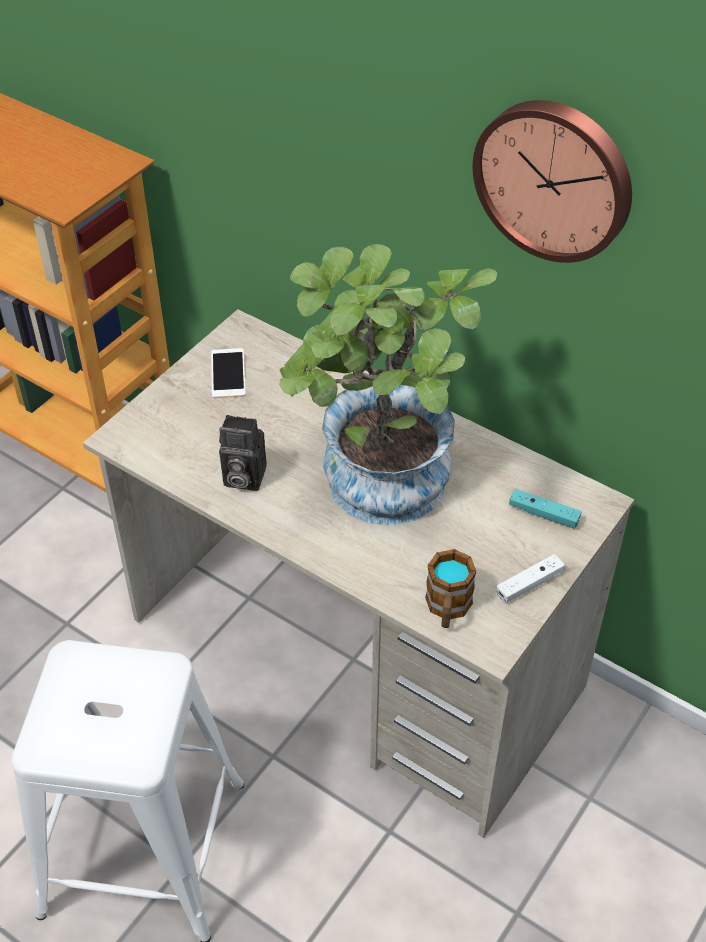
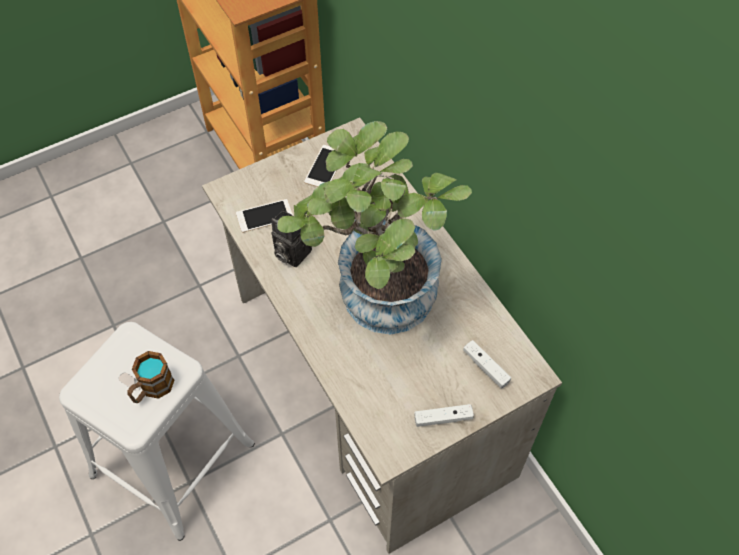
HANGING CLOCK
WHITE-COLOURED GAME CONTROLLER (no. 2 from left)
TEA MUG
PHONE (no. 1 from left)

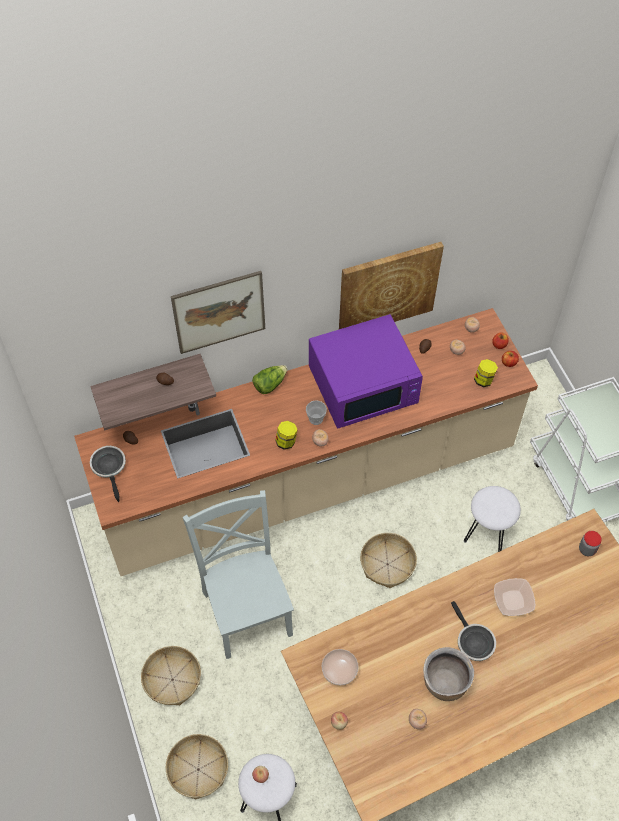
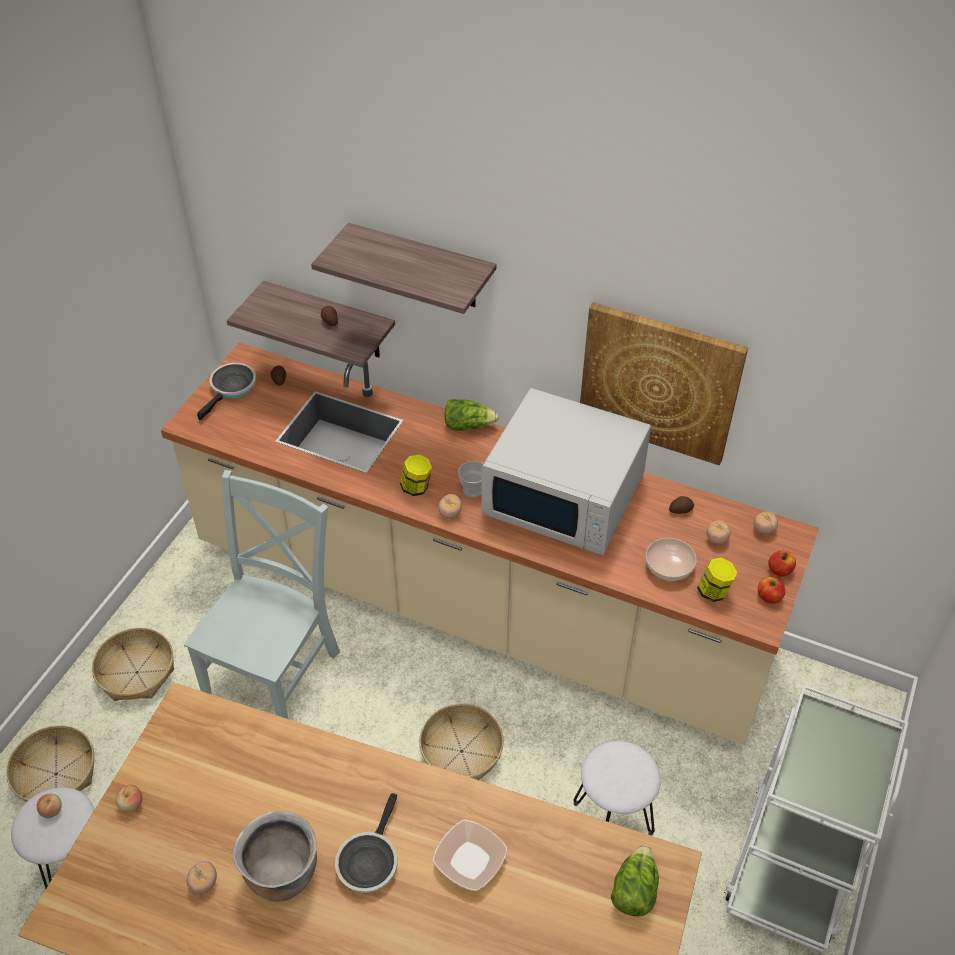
WALL SHELF (no. 2 from left)
WHITE-COLOURED MICROWAVE OVEN
LETTUCE HEAD (no. 2 from left)
SERVING BOWL (no. 2 from left)

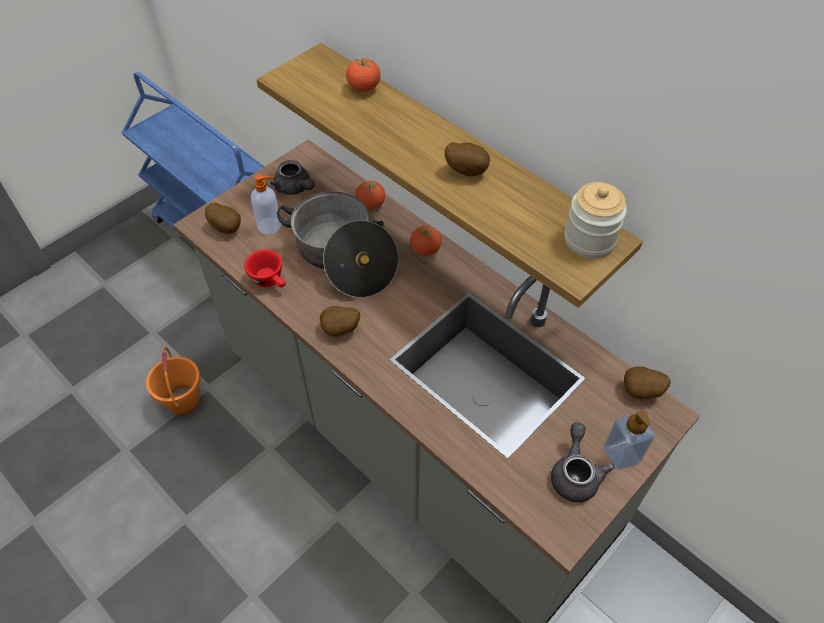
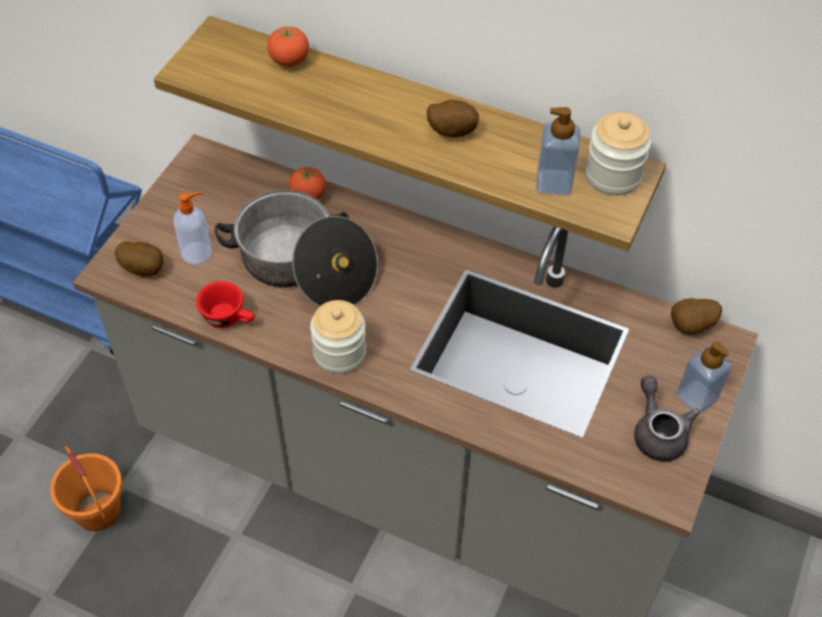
GREY TEA POT (no. 1 from left in the first image)
WHOLE TOMATO (no. 3 from left in the first image)
JAR (no. 1 from left)
LIQUID SOAP BOTTLE (no. 2 from left)

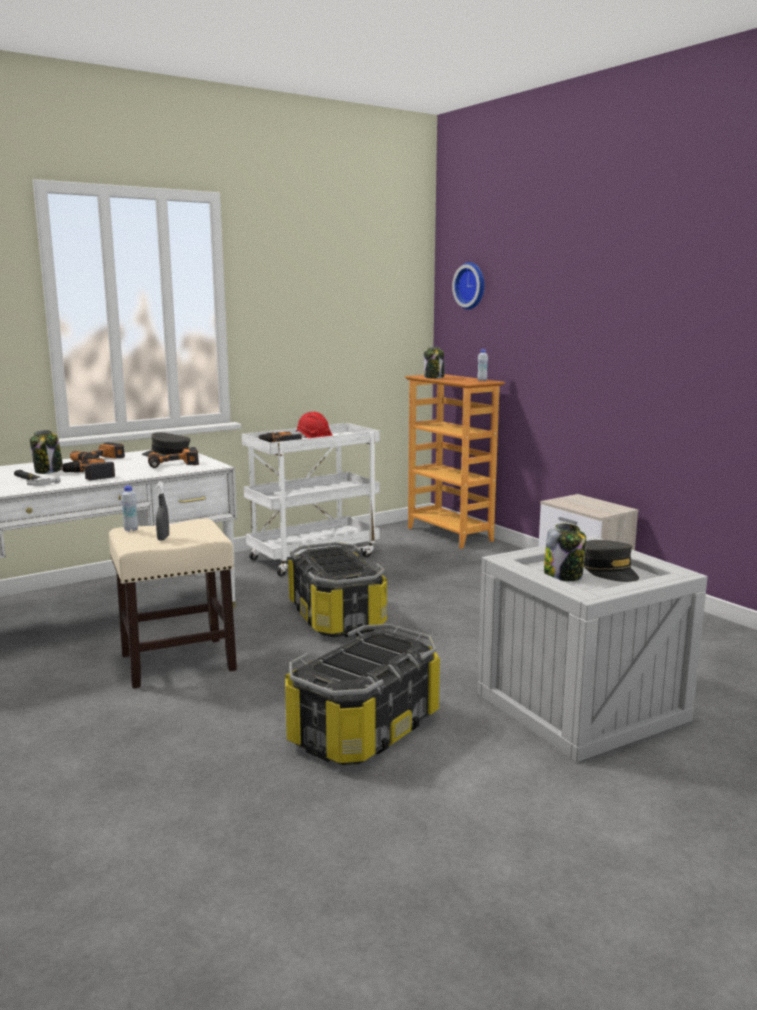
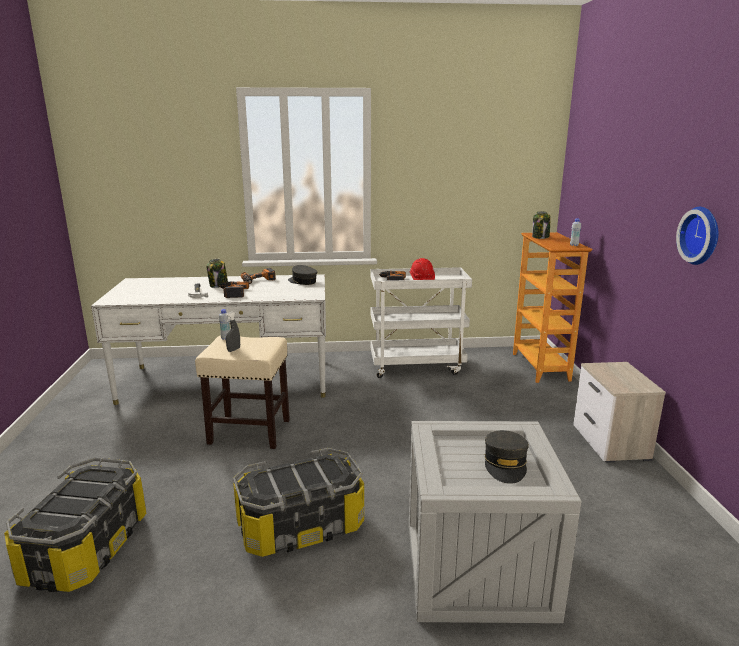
HANGING CLOCK
DRILL (no. 3 from left in the first image)
JAR (no. 3 from left in the first image)
STORAGE BOX (no. 1 from left)

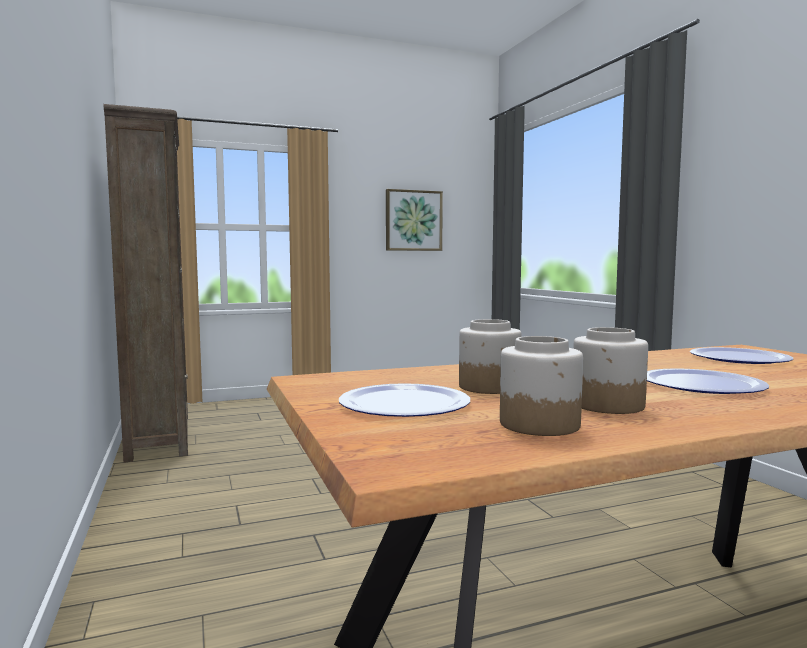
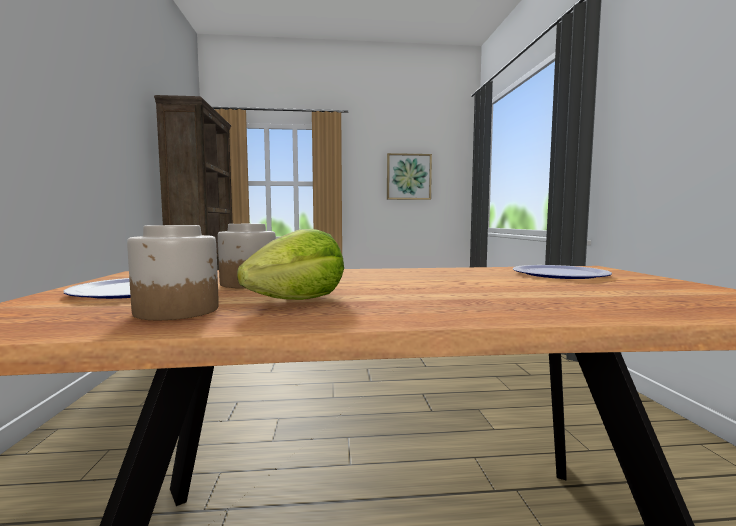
LETTUCE HEAD
DINNER PLATE (no. 2 from left in the first image)

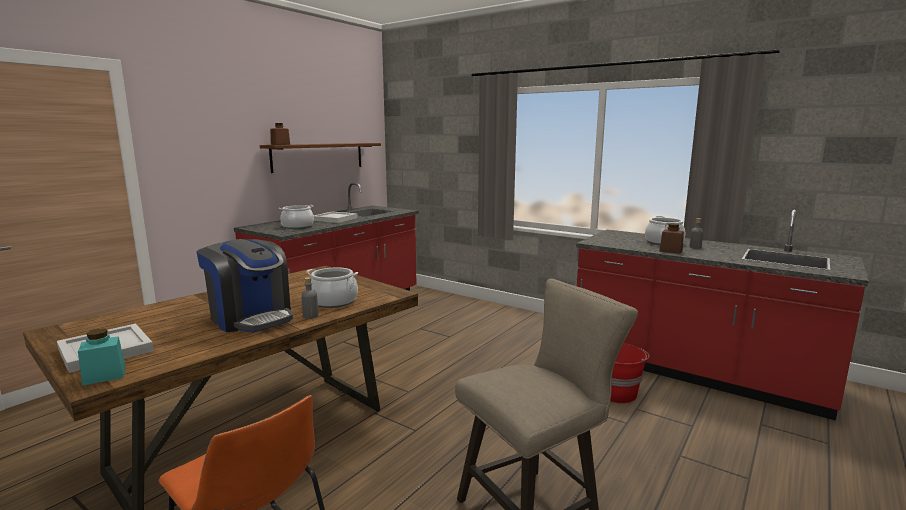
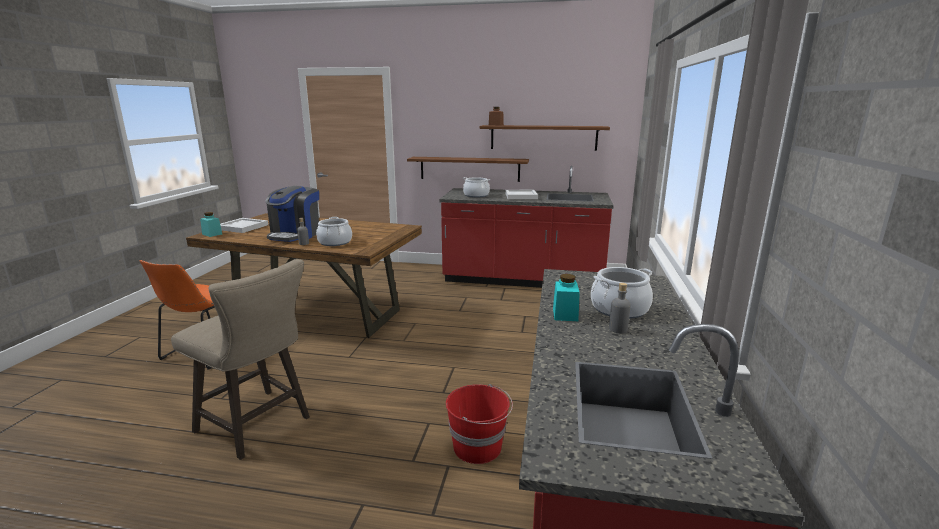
TURQUOISE-COLOURED JAR (no. 2 from left)
BROWN WALL SHELF (no. 1 from left)

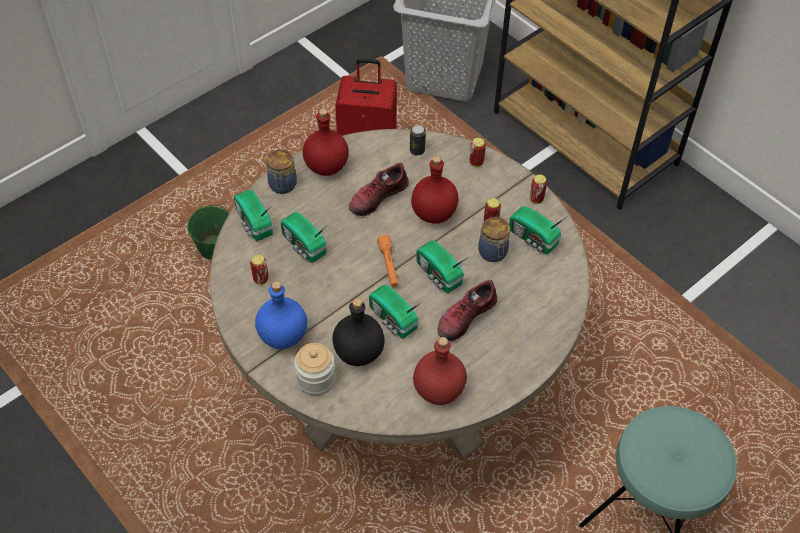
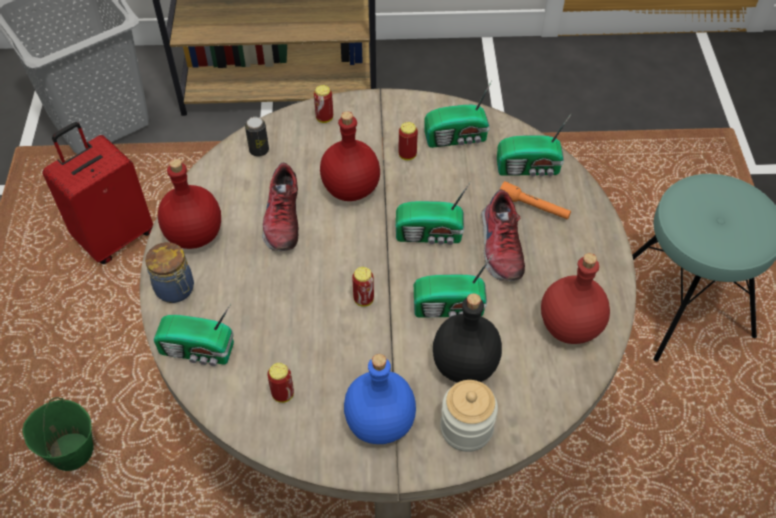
CAN (no. 4 from left)
RADIO SET (no. 5 from left)
JAR (no. 3 from left in the first image)
ORANGEY HAND TORCH

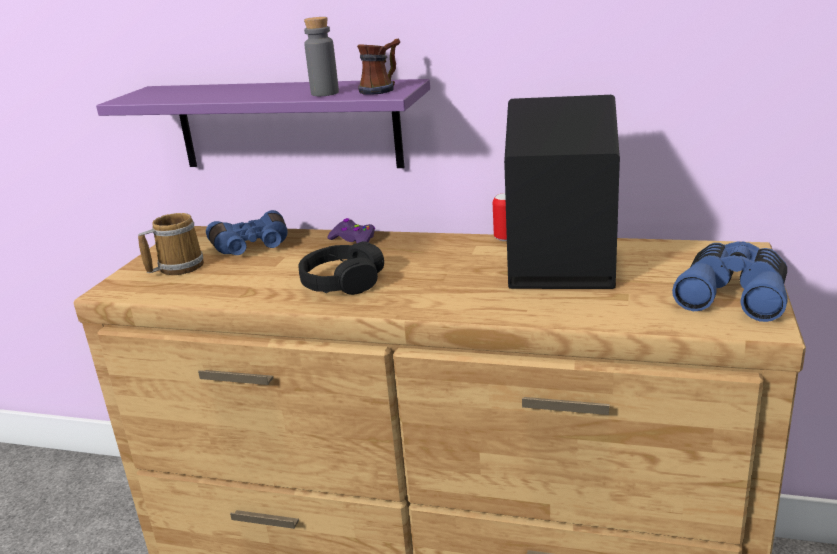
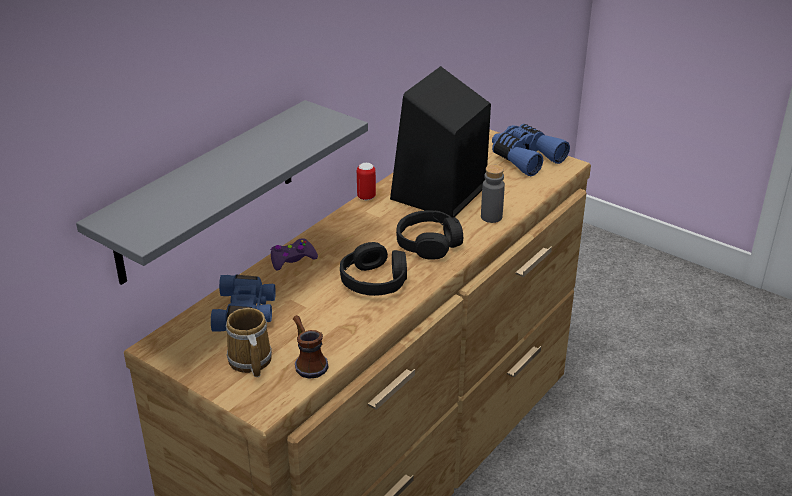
GREY DRINK BOTTLE
TEA MUG (no. 2 from left)
GREY WALL SHELF
BLACK PAIR OF HEADPHONES (no. 2 from left)

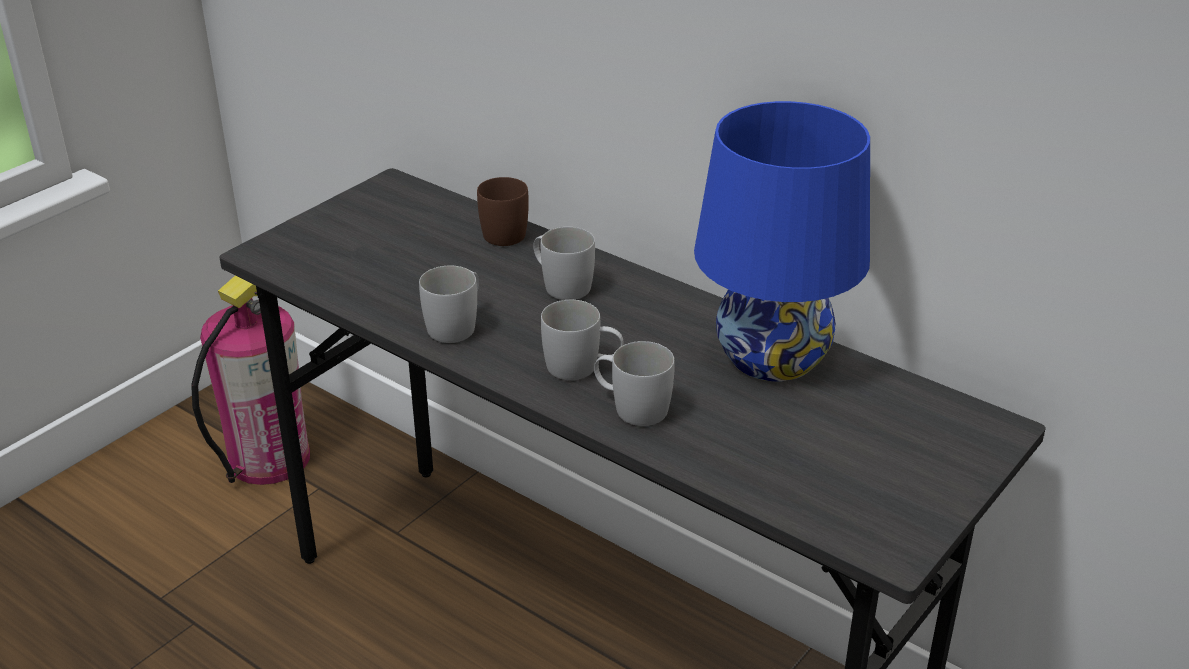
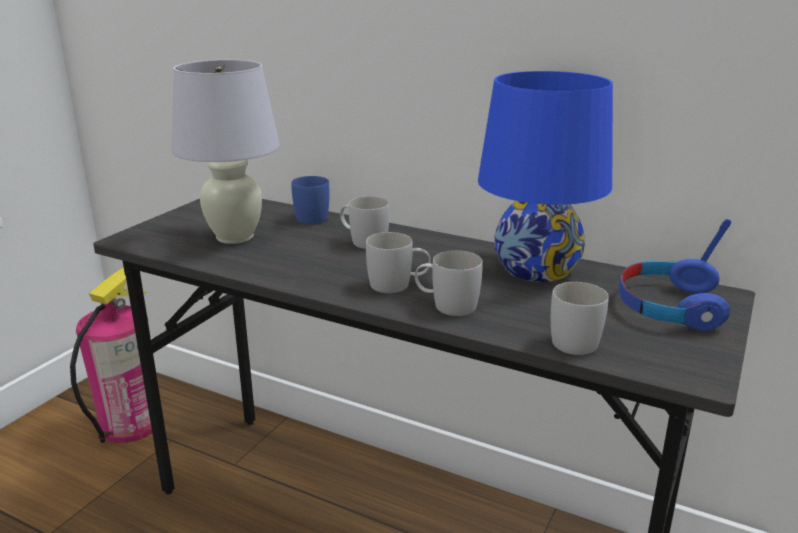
BLUE TEA MUG
WHITE-COLOURED TEA MUG (no. 4 from left)
WHITE-COLOURED TABLETOP LAMP
BLUE PAIR OF HEADPHONES

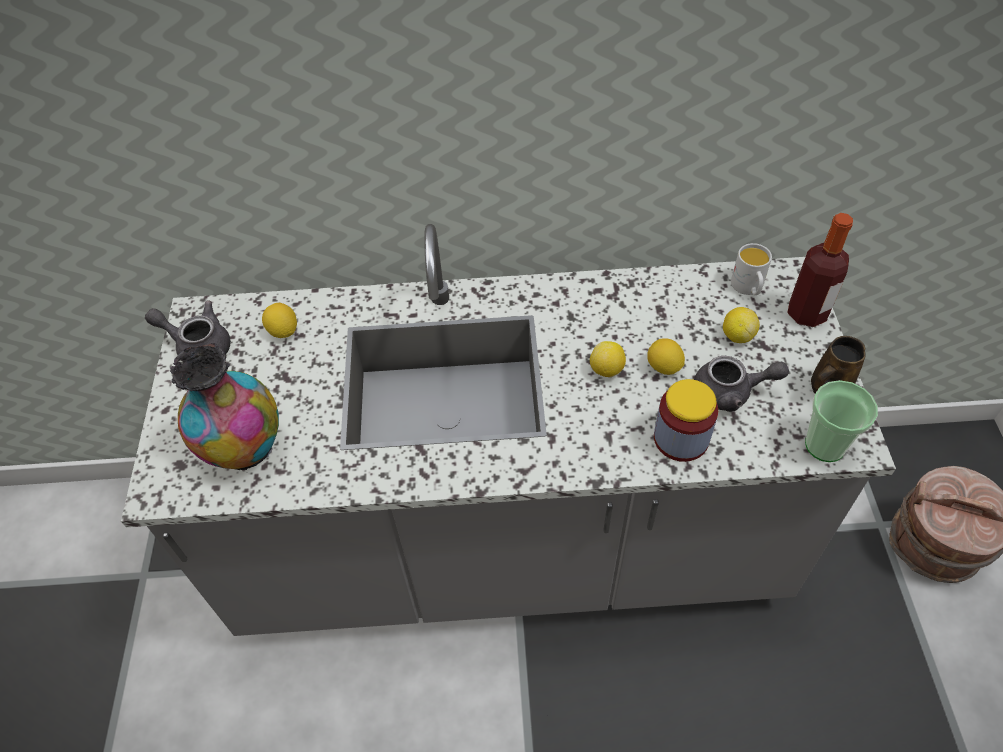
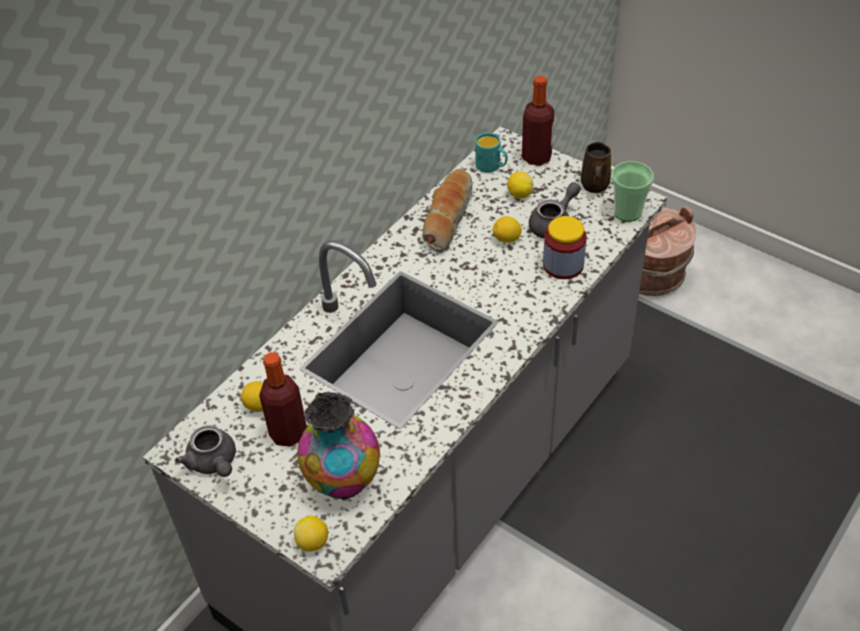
TURQUOISE-COLOURED TEA MUG
GREY TEA POT (no. 1 from left)
WHOLE LEMON (no. 2 from left)
BREAD
DRINK BOTTLE (no. 1 from left)

